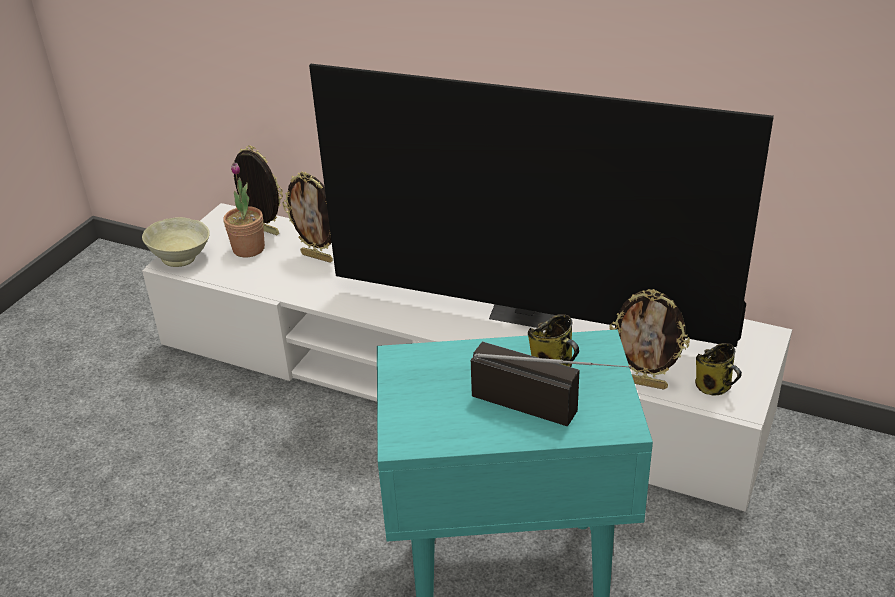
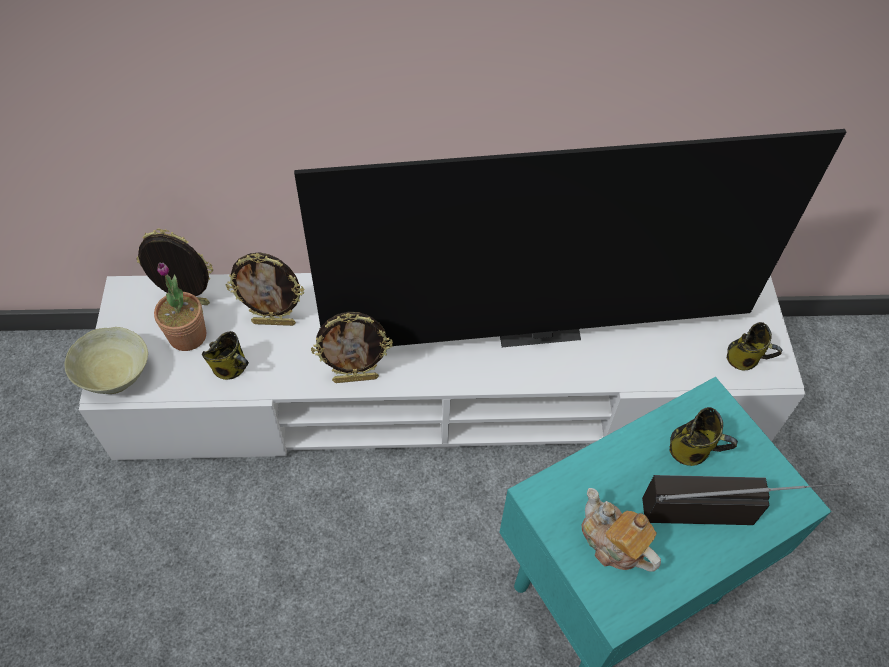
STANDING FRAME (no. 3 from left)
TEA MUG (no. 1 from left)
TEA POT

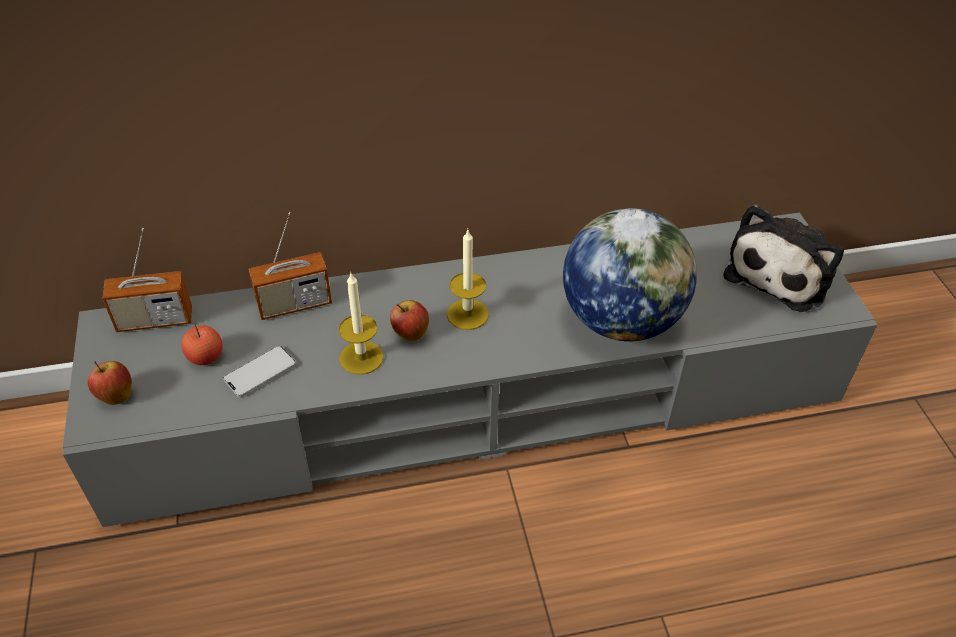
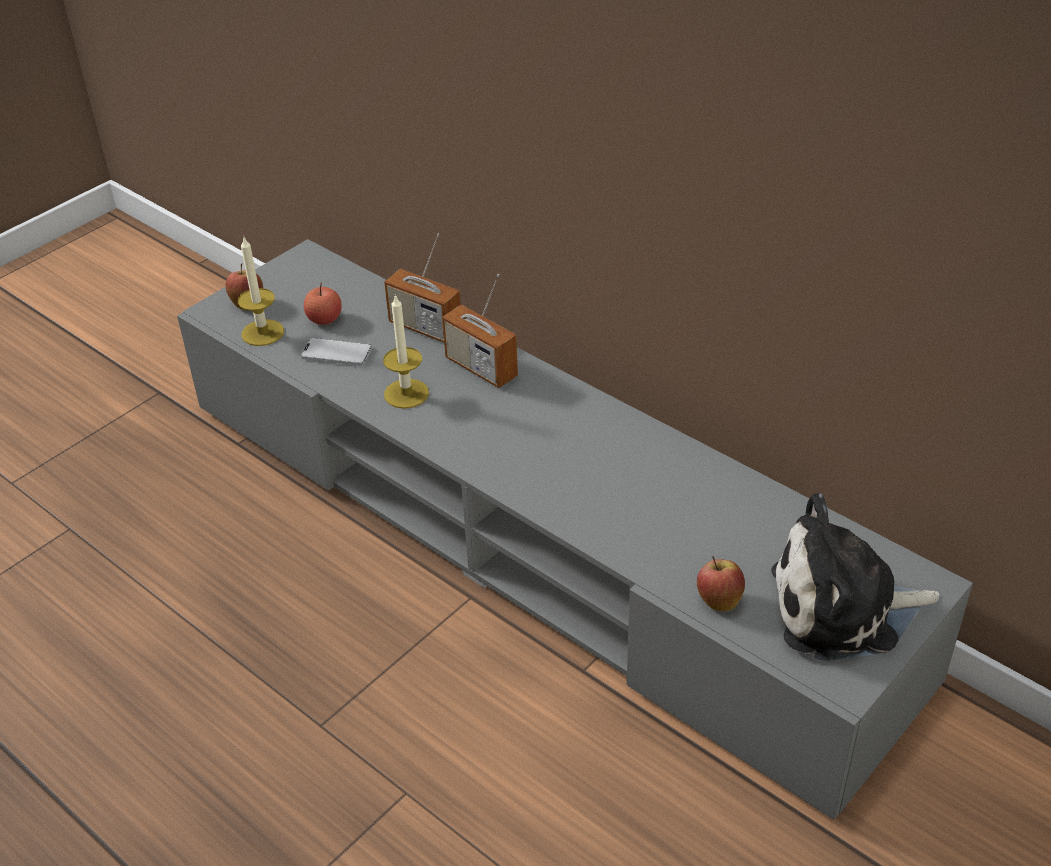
WORLD GLOBE
RADIO SET (no. 2 from left)
WAX CANDLE (no. 1 from left)
WHOLE APPLE (no. 3 from left)

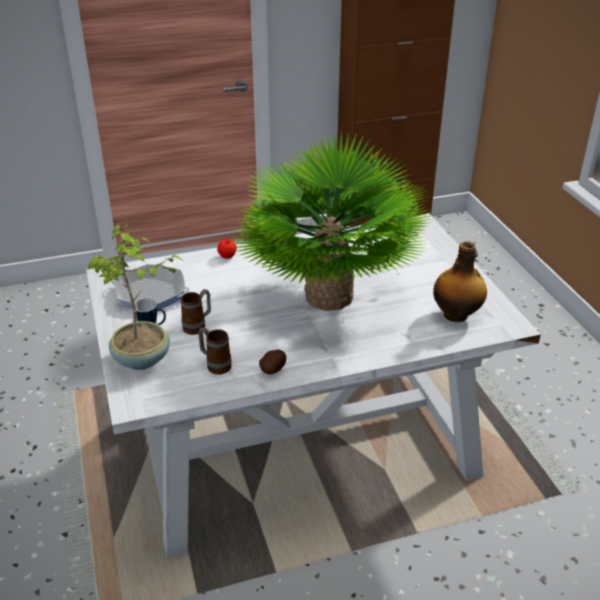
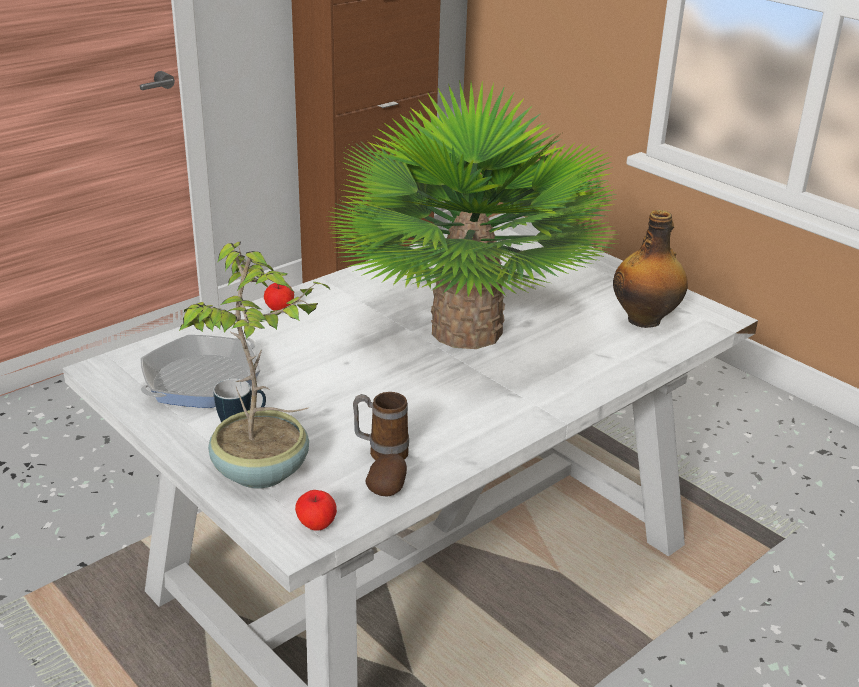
PAN
TEA MUG (no. 2 from left in the first image)
POTATO
WHOLE APPLE (no. 2 from left)

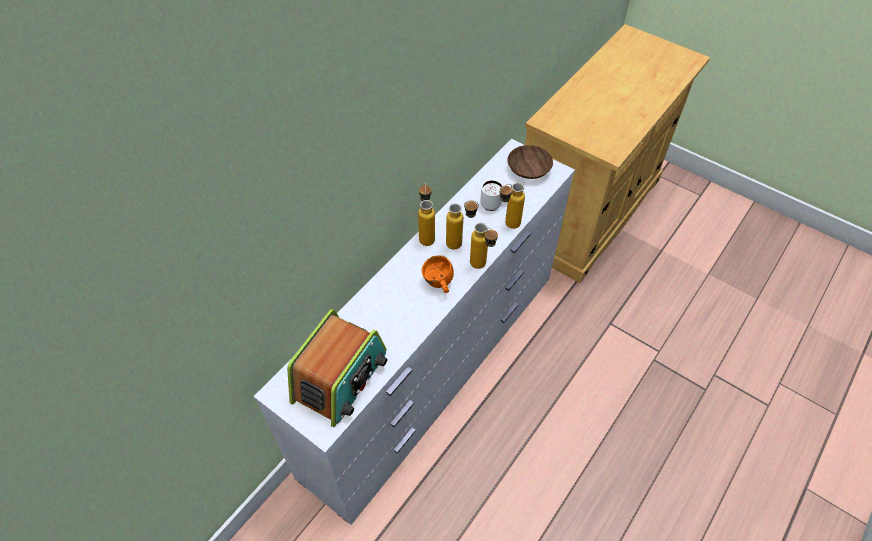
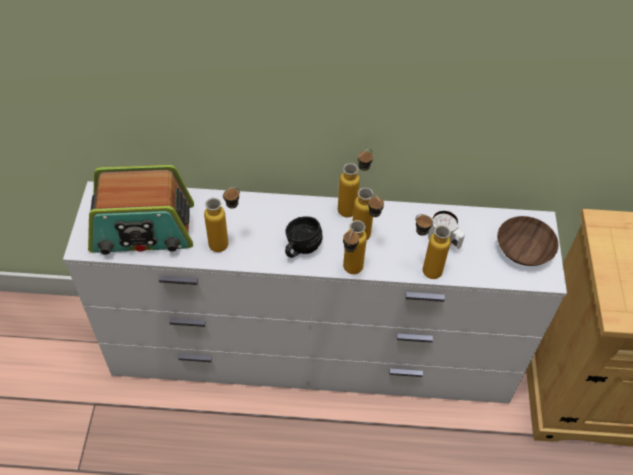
BLACK TEA MUG
DRINK BOTTLE (no. 1 from left)

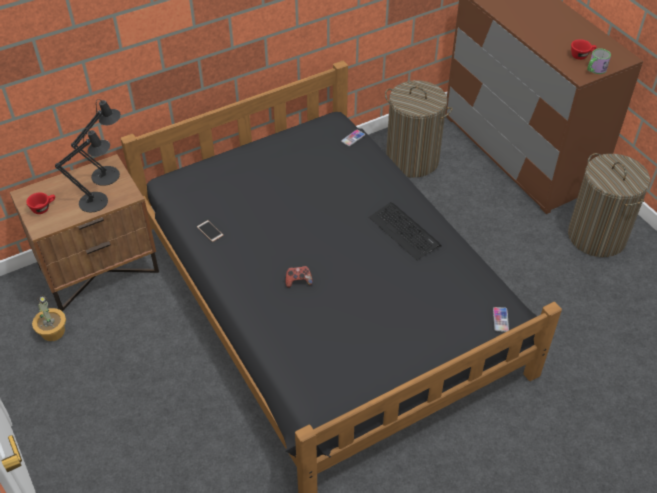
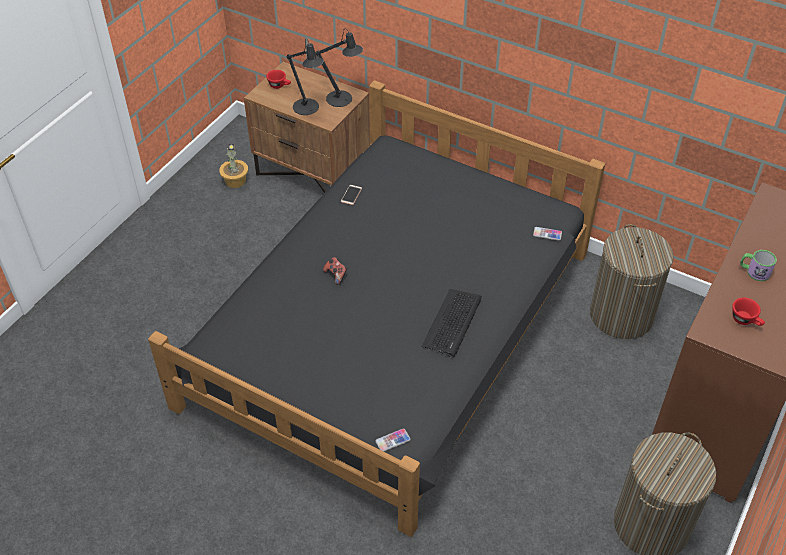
TEA MUG

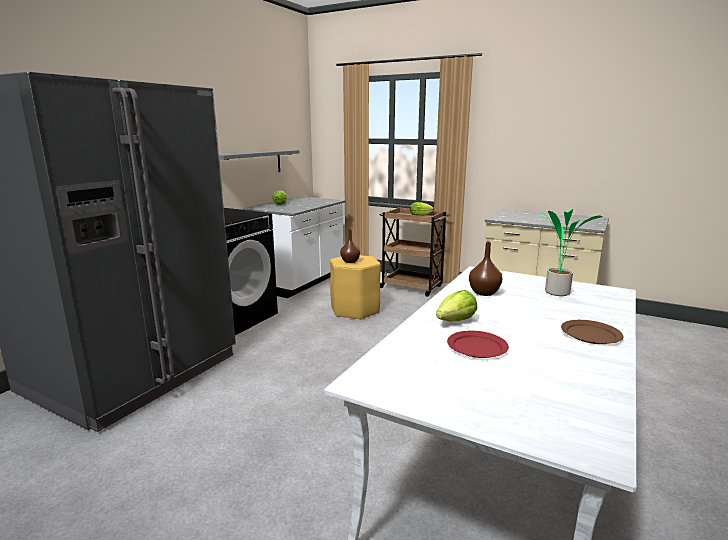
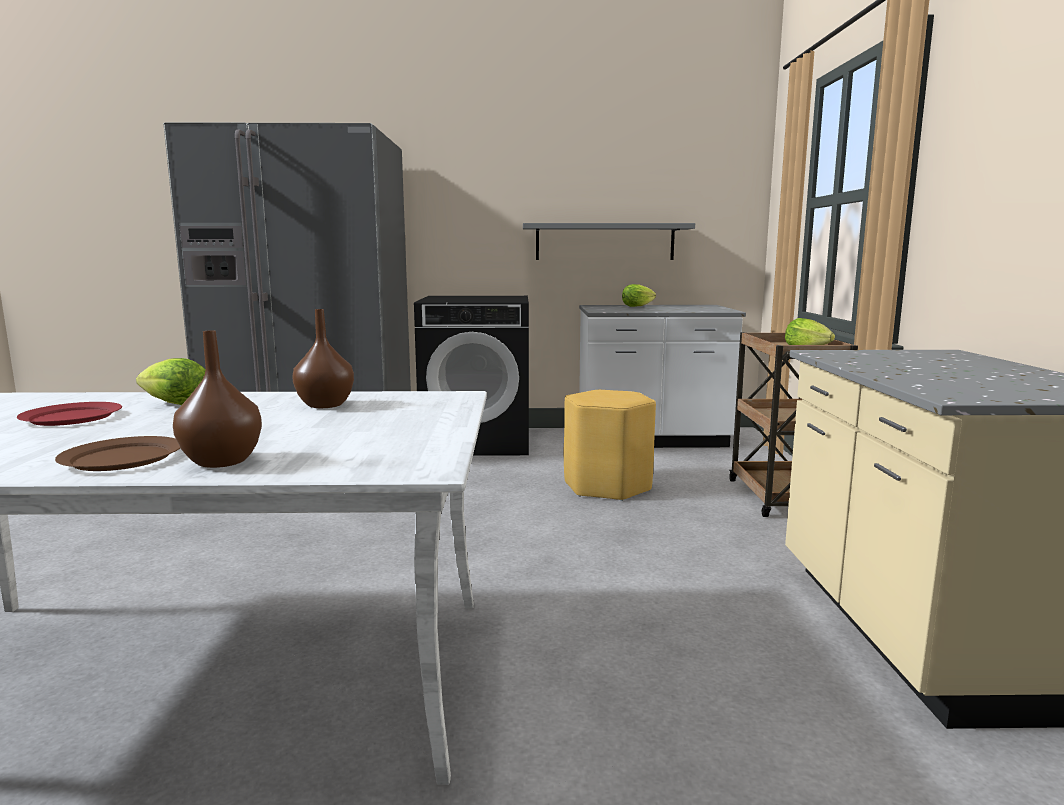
PLANT IN A POT
BROWN DECORATIVE VASE (no. 1 from left)

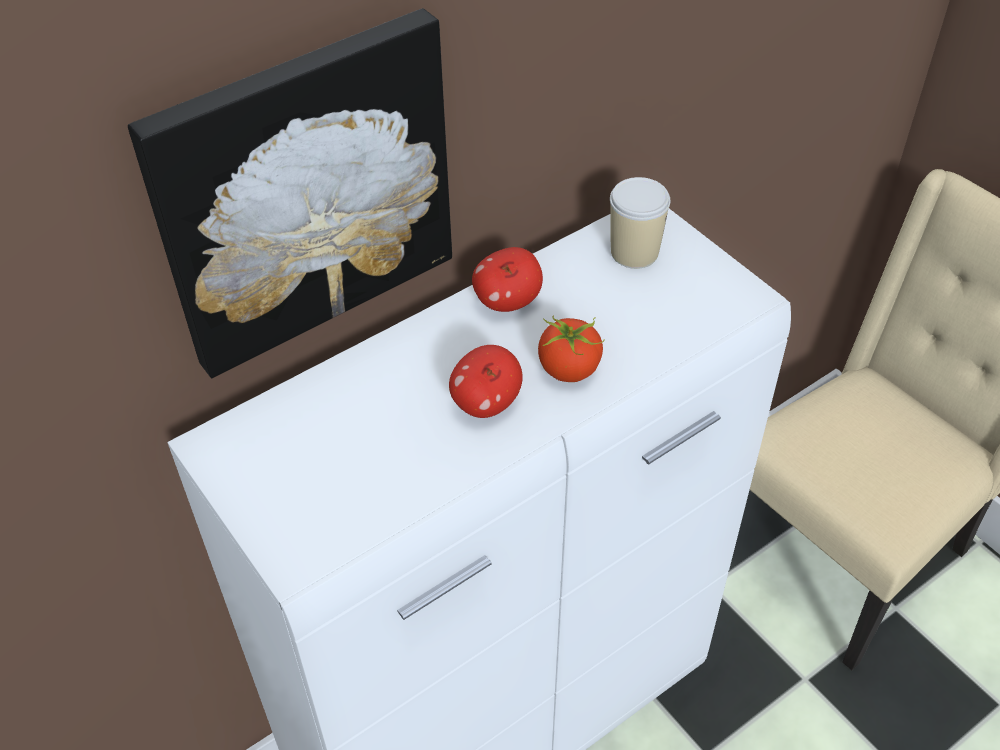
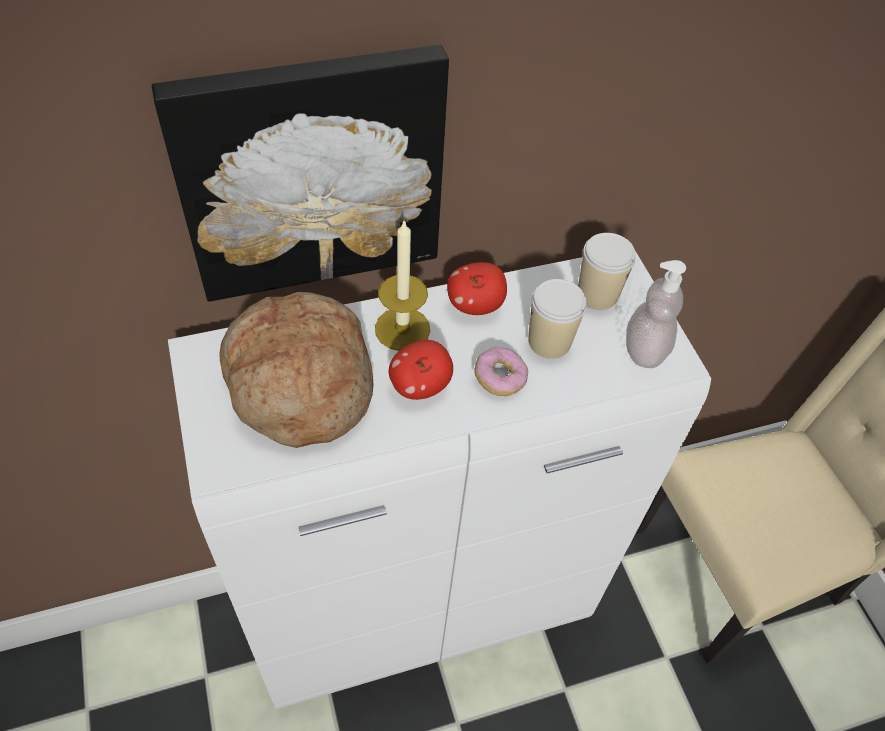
DOUGHNUT
WAX CANDLE
LIQUID SOAP BOTTLE
SMALL CUP (no. 1 from left)
BREAD

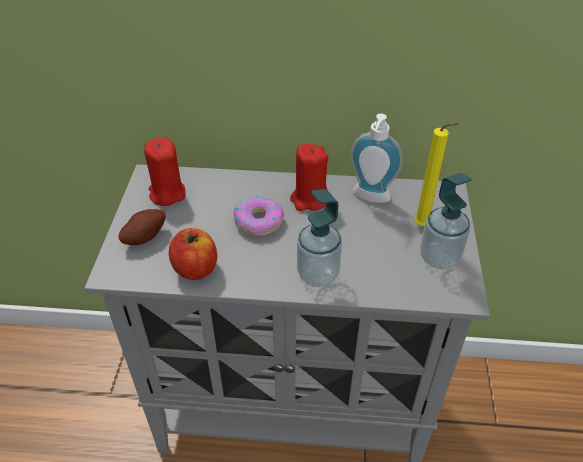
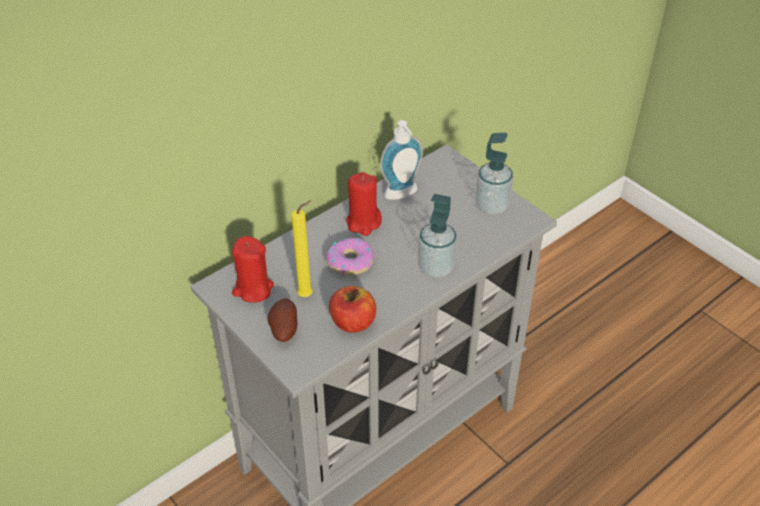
YELLOWISH WAX CANDLE

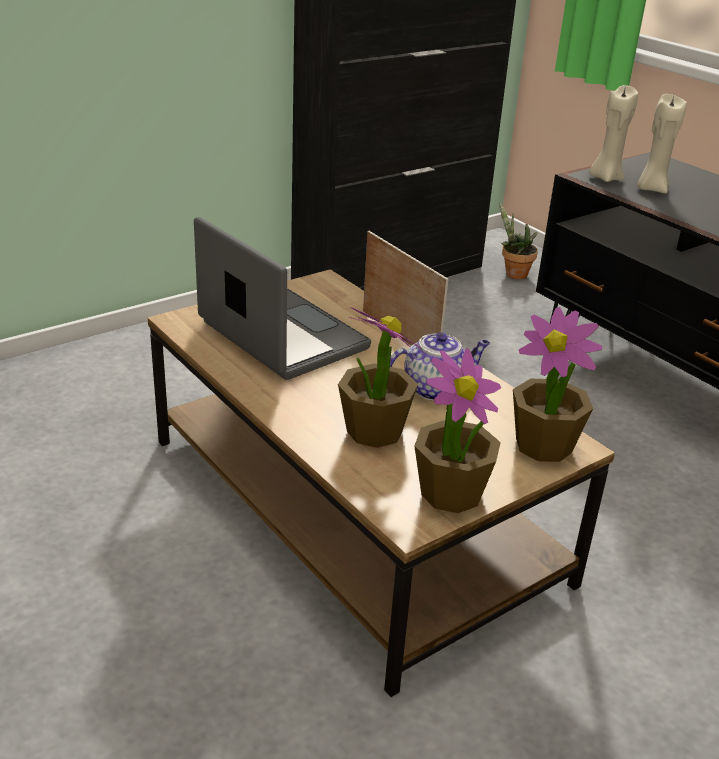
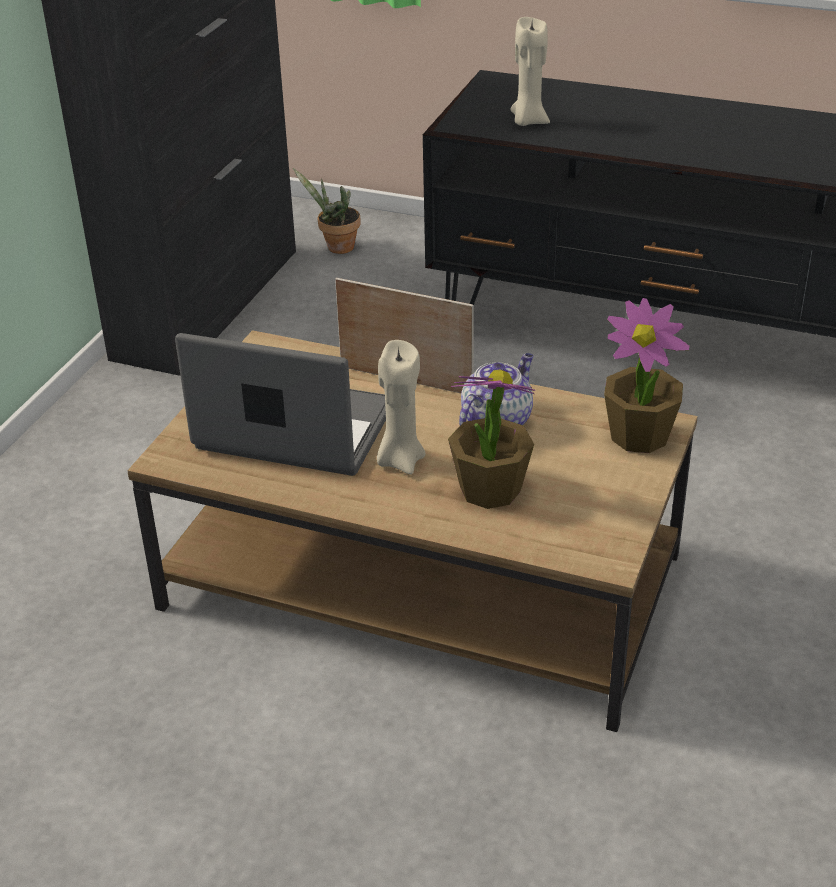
BEIGE WAX CANDLE (no. 1 from left)
PLANT IN A POT (no. 2 from left in the first image)

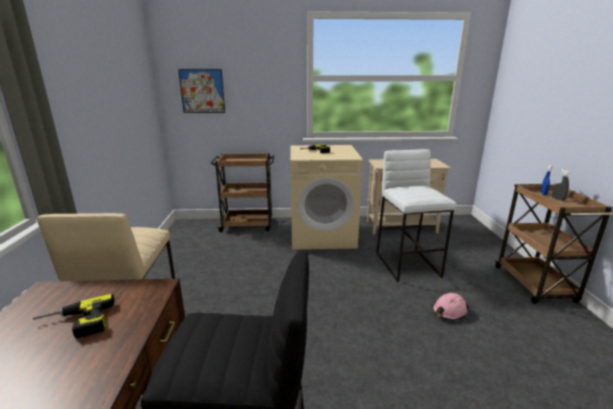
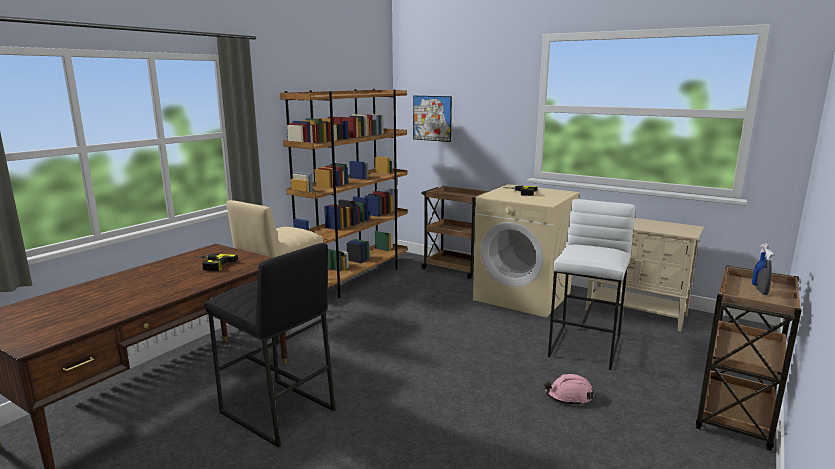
BROWN SHELVING UNIT

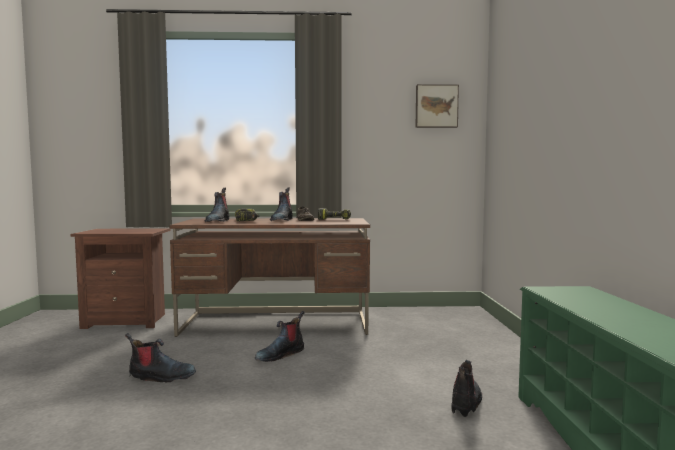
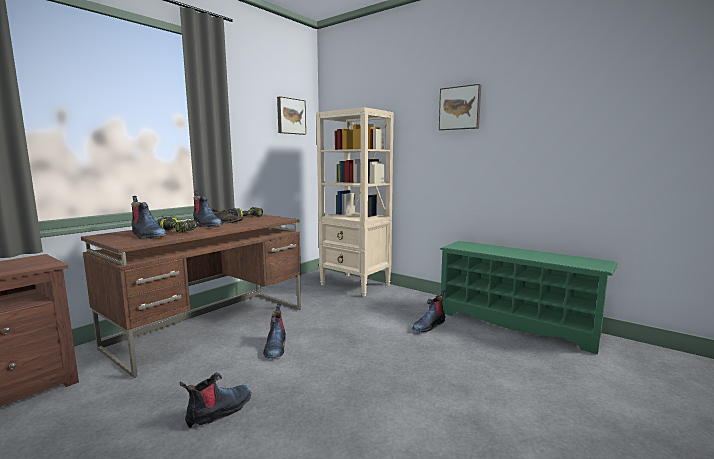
TALL BOOT (no. 5 from left)
WALL PICTURE (no. 2 from left)
BEIGE SHELVING UNIT

